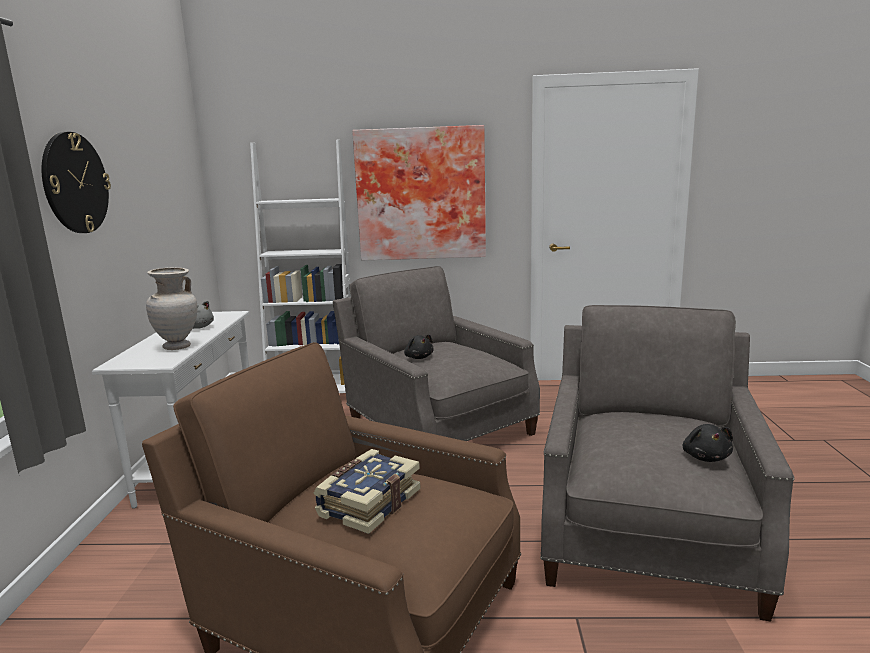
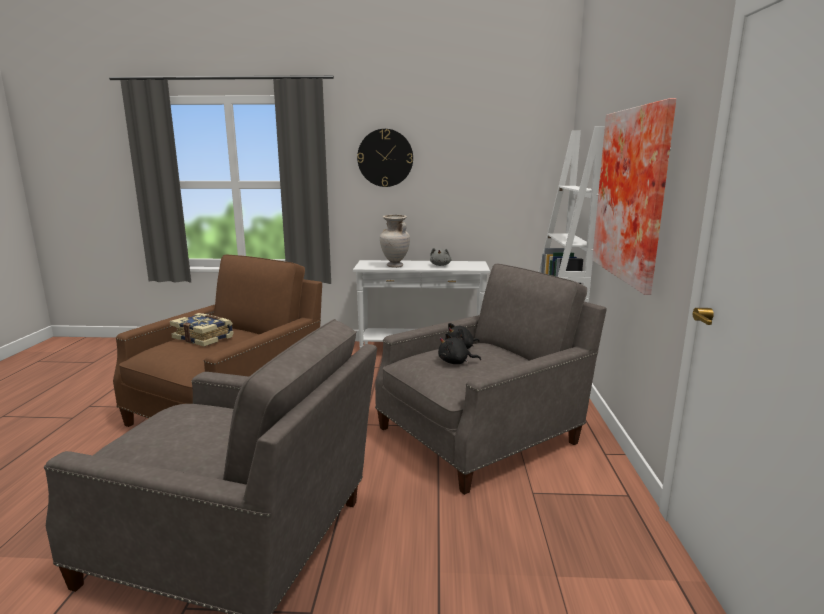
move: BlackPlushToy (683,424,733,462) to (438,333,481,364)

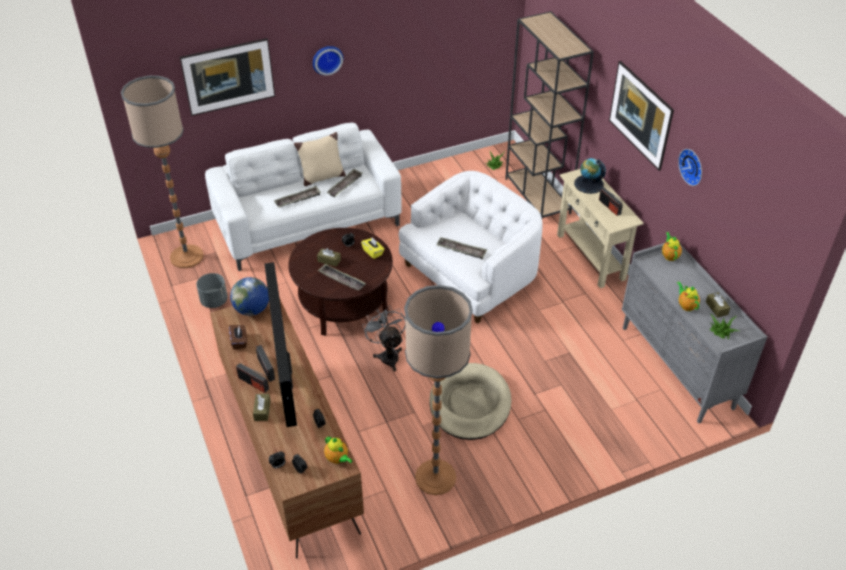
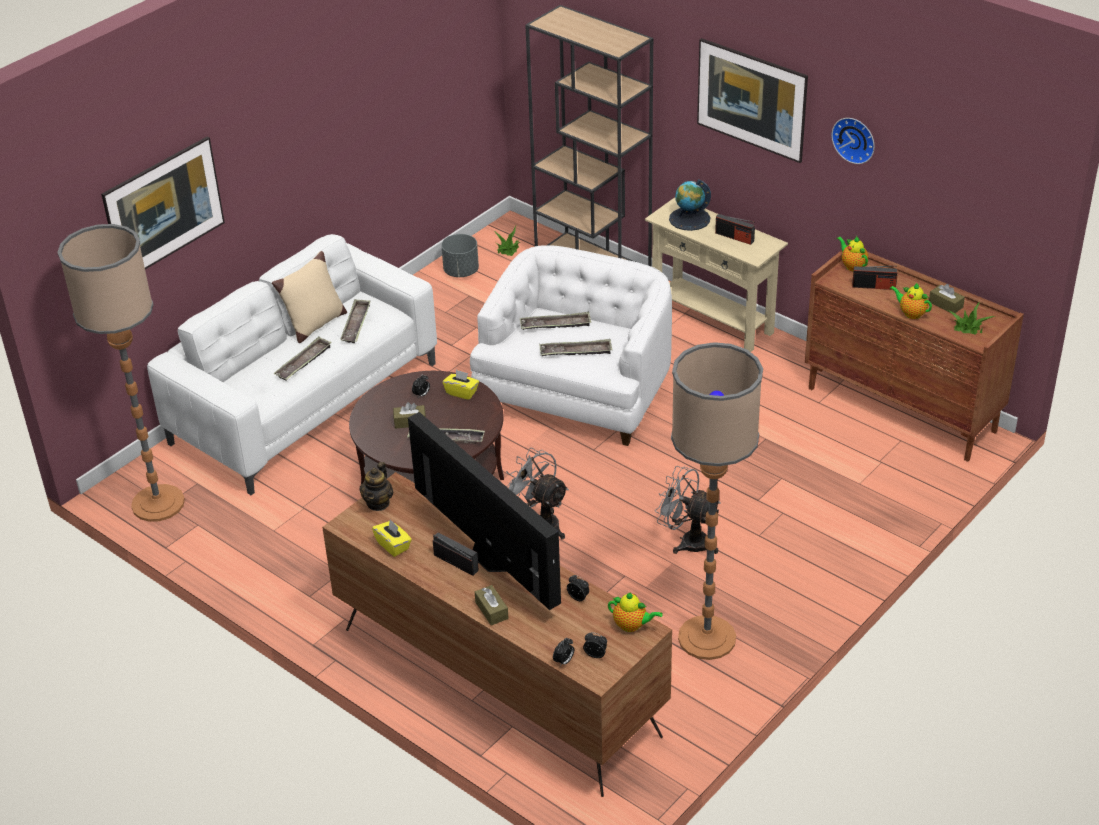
delete: WallClock (313,46,343,75)
insert: ServingTray (520,312,591,330)
move: GreyishPlanter (196,273,228,308) to (441,234,479,277); Radio (236,363,269,393) to (852,265,898,290)
replace: DeskGlobe (230,277,269,316) to Teapot (359,462,393,511); BeigeColouredPetBed (429,363,511,440) to GreyishElectricFan (655,466,721,554)
recolor: GreyishCabinet (622,243,768,424) to BrownishCabinet (805,245,1024,462); BrownishTissueHolder (229,325,247,350) to YellowishTissueHolder (372,519,412,557)

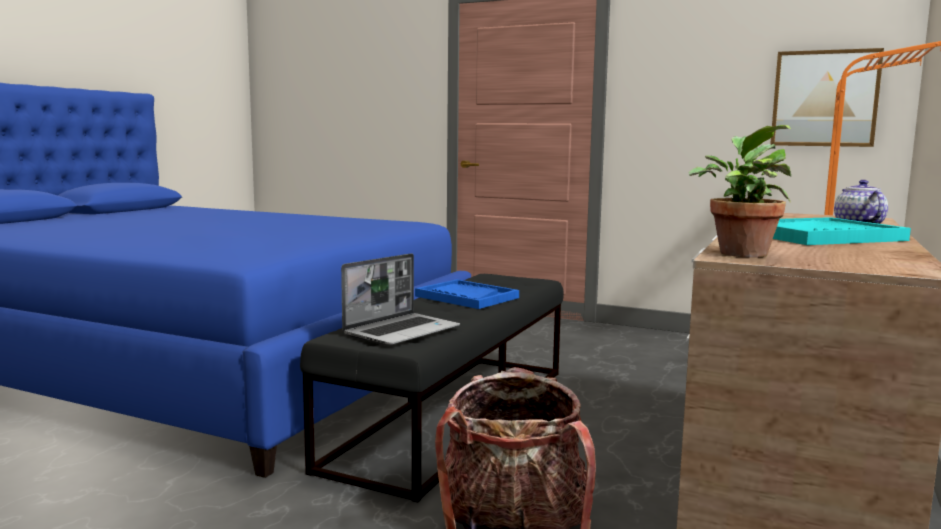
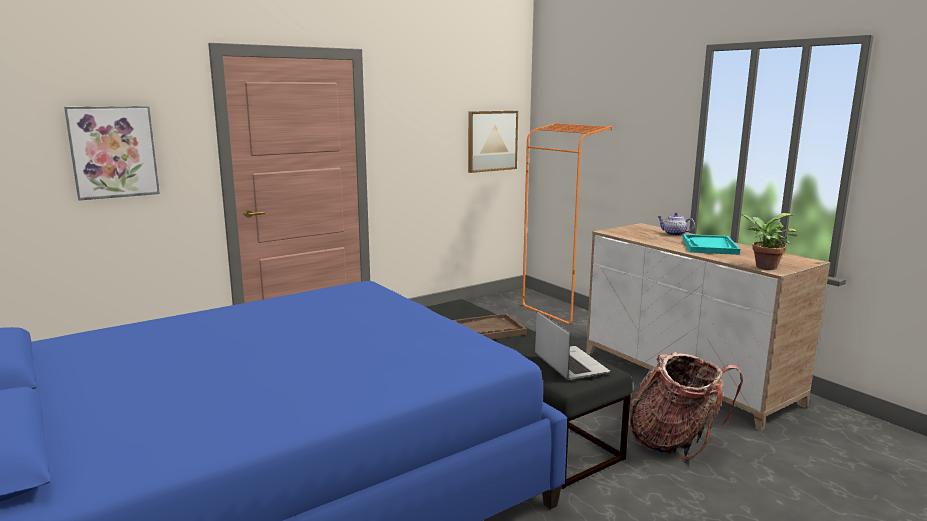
insert: Picture (64,106,160,200)
recolor: BluishServingTray (415,279,519,309) to BrownishServingTray (453,313,527,339)

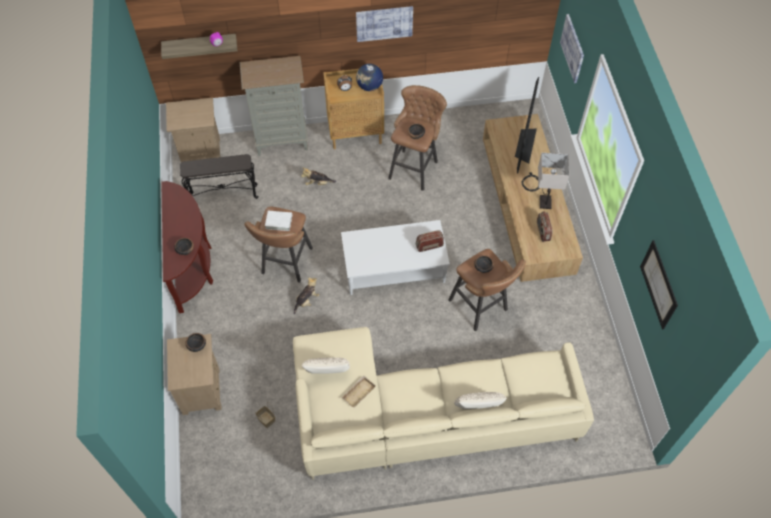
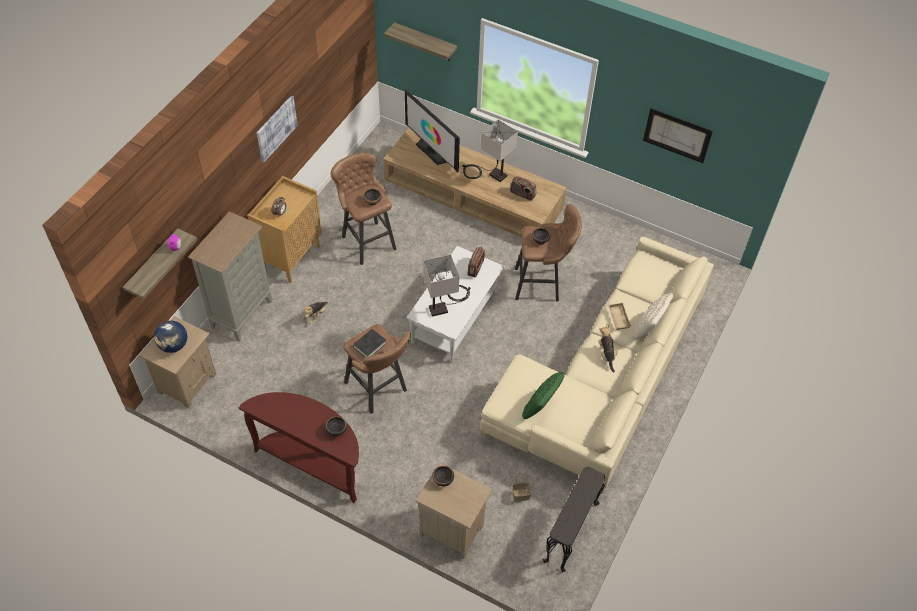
insert: TabletopLamp (423,255,471,316)
move: DeskGlobe (356,64,383,91) to (154,321,187,353); BlackEndTable (180,154,259,199) to (543,467,606,572); PlushToy (294,277,320,314) to (598,324,618,372); BeigeColouredServingTray (342,376,376,408) to (608,303,631,330)
replace: Picture (560,14,584,83) to BracketShelf (384,22,457,60)
recolor: WhiteVolume (265,211,292,231) to BlackVolume (353,329,387,357); BeigeColouredCushion (301,358,350,374) to GreenishCushion (522,372,565,419)

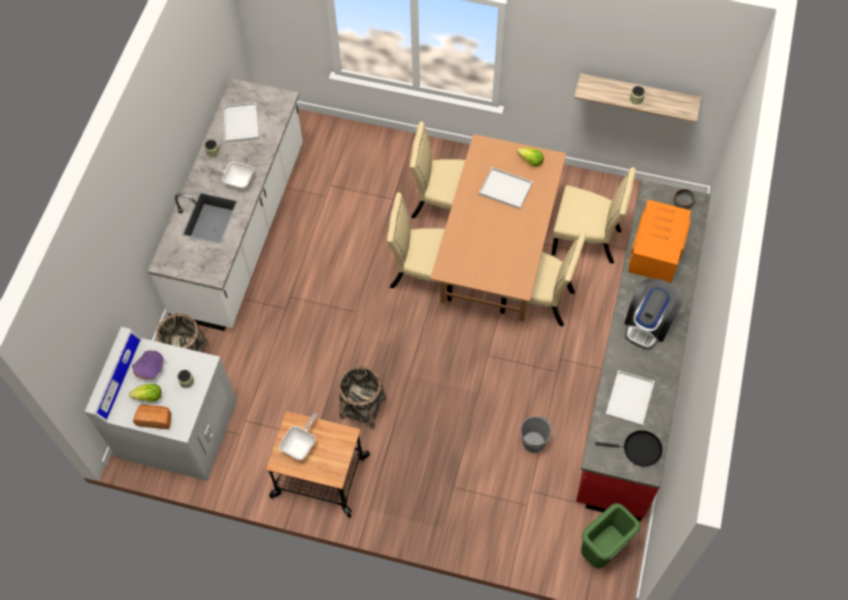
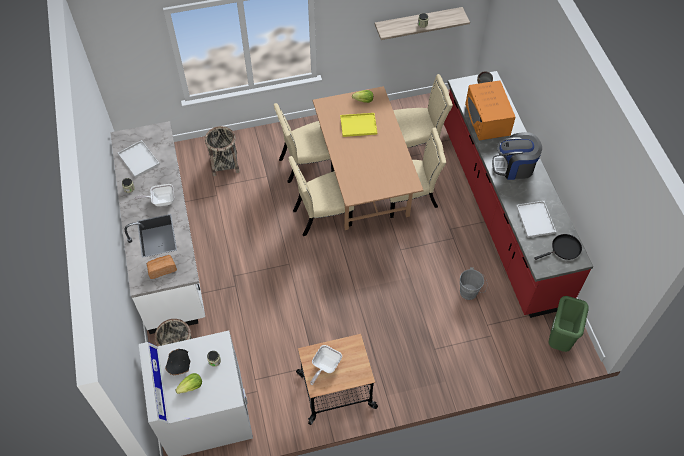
move: StorageBasket (338,366,386,429) to (205,126,240,176); Bread (133,405,171,429) to (147,255,177,279)
recolor: WhiteServingTray (479,167,533,209) to YellowishServingTray (340,113,377,137); PurpleColouredDeepDish (132,350,164,380) to BlackDeepDish (165,349,190,375)
rotate: CoffeeMaker (624,278,683,350) = (492,132,542,180) 90 degrees clockwise; Pan (279,413,318,460) = (310,345,342,385) 150 degrees counterclockwise

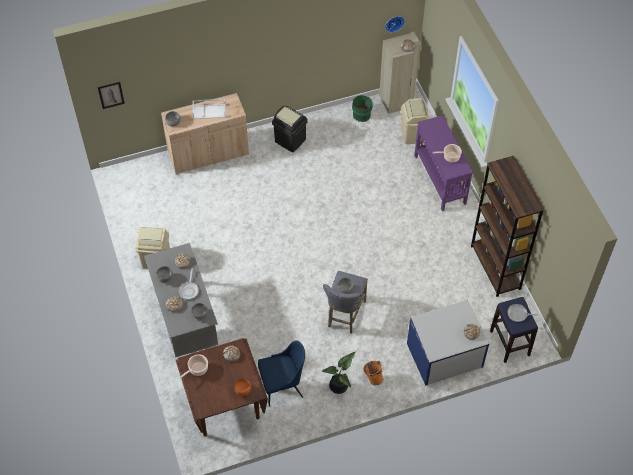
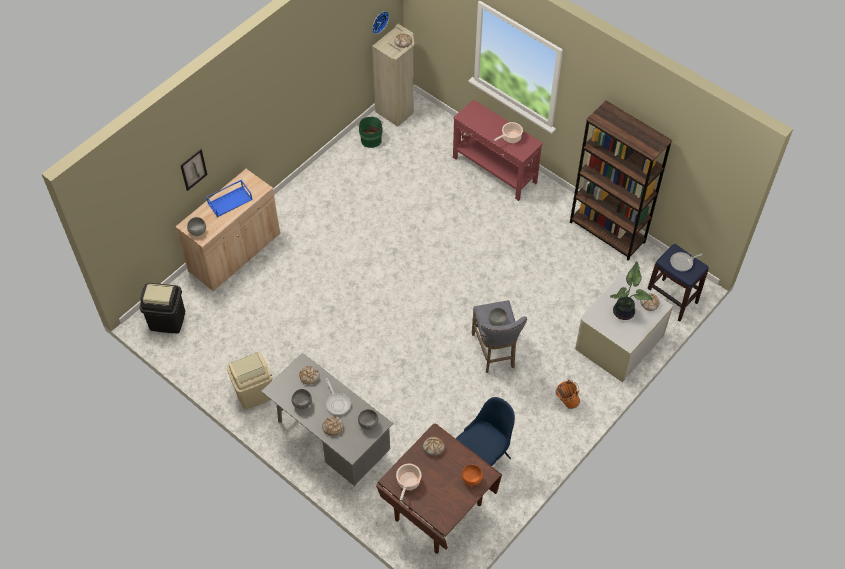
delete: BeigeColouredWasteBin (401,98,430,144)
move: Picture (98,82,125,109) to (180,149,207,191); BlackWasteBin (272,106,308,152) to (140,283,185,333); PlantInAPot (322,352,355,394) to (610,261,653,320)
recolor: WhiteServingTray (193,99,226,119) to BluishServingTray (206,180,252,217); PurpleColouredHallTable (414,115,473,211) to RedHallTable (453,99,543,201); BluishBedsideTable (407,300,489,386) to BeigeColouredBedsideTable (575,274,673,383)

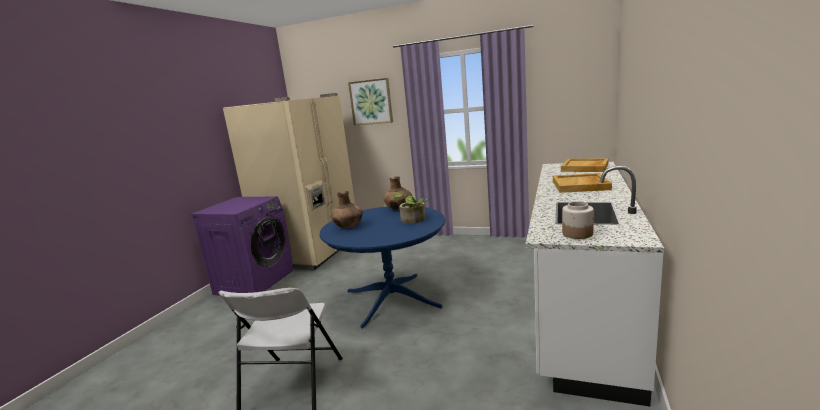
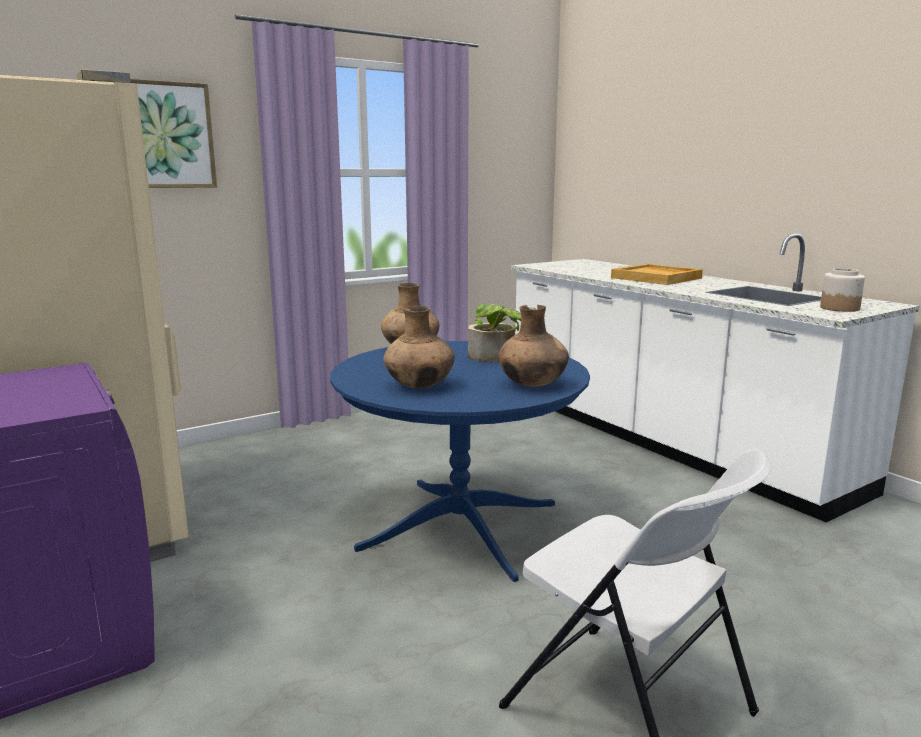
delete: BeigeColouredServingTray (561,158,609,172)
insert: BrownishDecorativeVase (498,305,569,387)

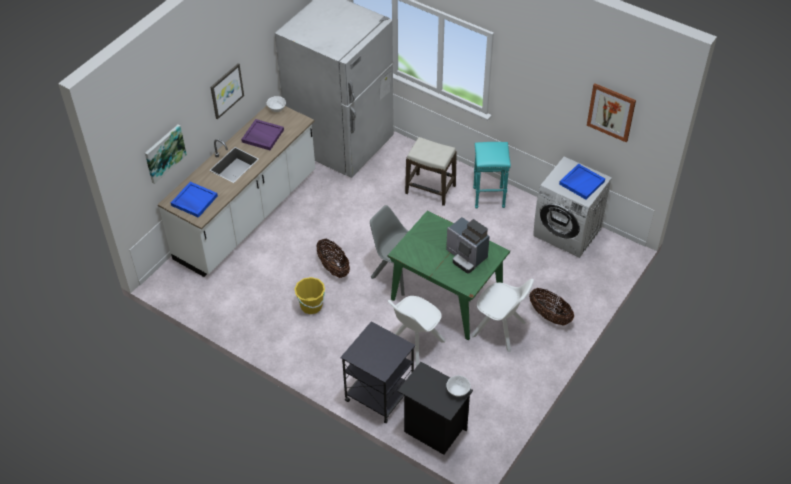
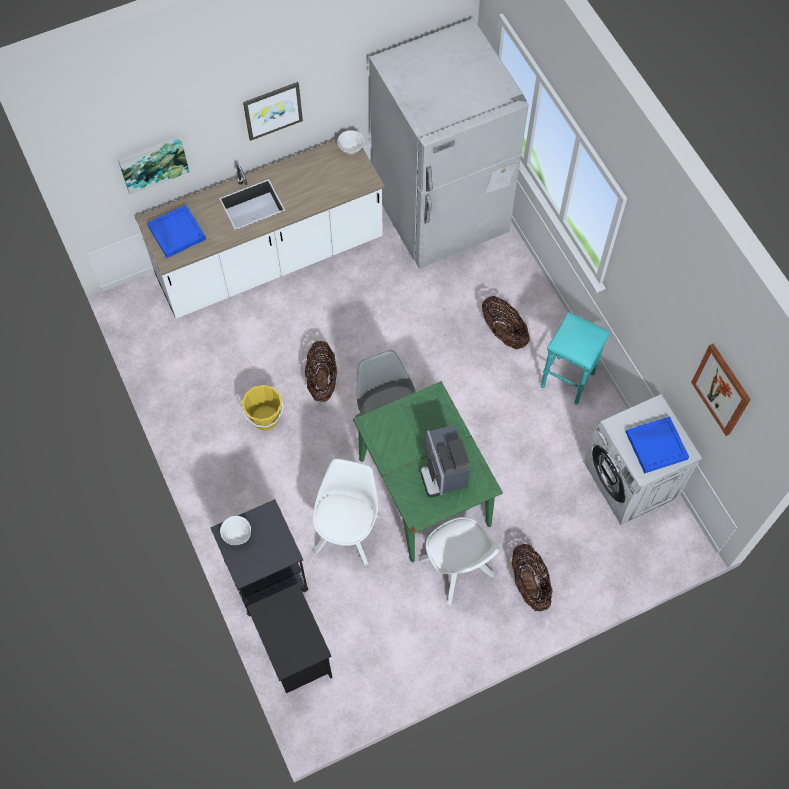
delete: PurpleColouredServingTray (241,119,284,150)
move: WhiteDeepDish (446,375,471,397) to (220,516,251,545)
replace: Stool (405,137,457,206) to StorageBasket (482,296,530,349)
rotate: WhiteUprightChair (388,296,445,367) = (313,459,381,566) 120 degrees clockwise

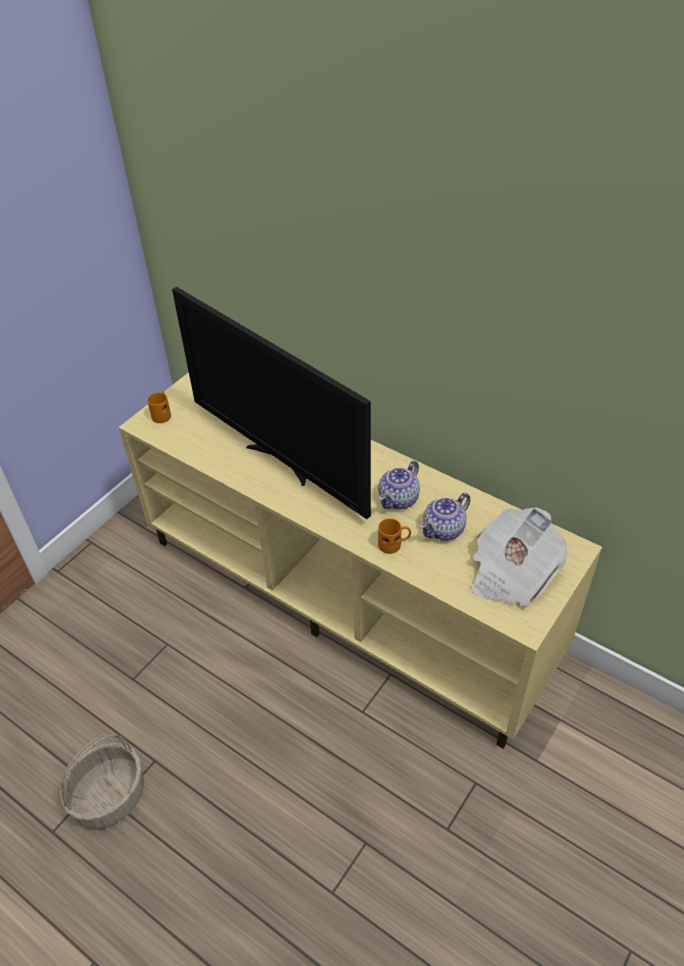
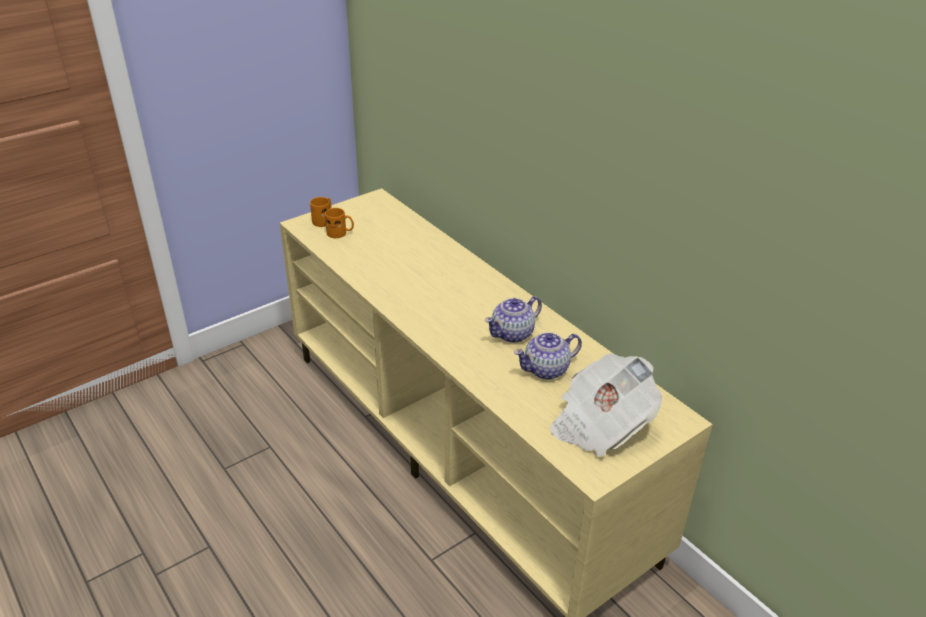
delete: Tv (172,287,371,519); StorageBasket (60,734,144,829)
move: OrangeyCoffeeMug (378,518,411,554) to (325,208,354,238)

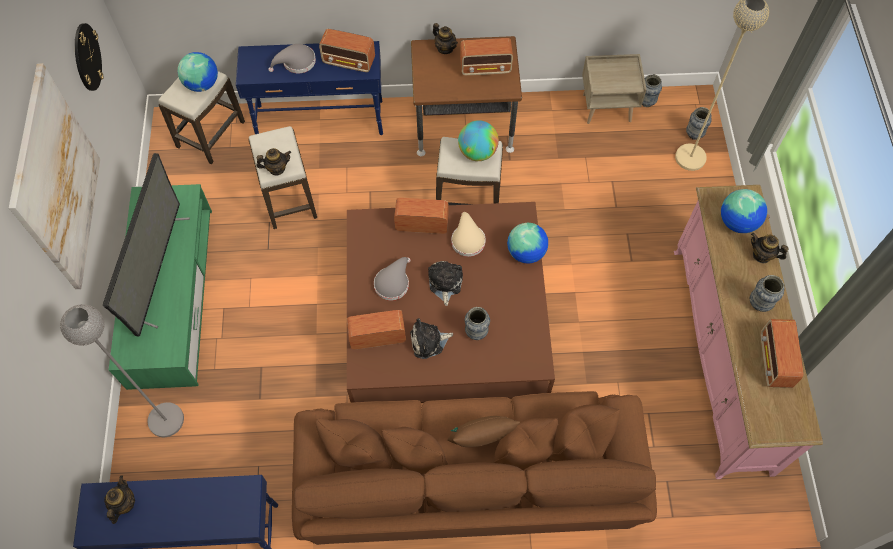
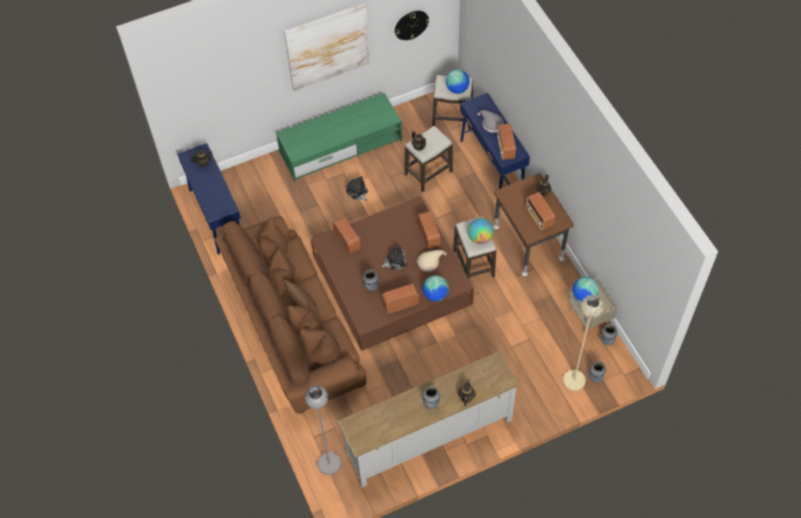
delete: Tv (103,153,190,337); GreyishClothingHat (374,257,411,301)
move: DeskGlobe (721,189,767,233) to (572,277,599,302); GreyishFloorLamp (60,304,184,437) to (305,385,341,475); PlushToy (410,318,453,359) to (346,176,368,201); Radio (760,319,803,388) to (382,284,419,314)
recolor: PinkishCabinet (674,185,823,479) to GreyishCabinet (337,351,520,487)

